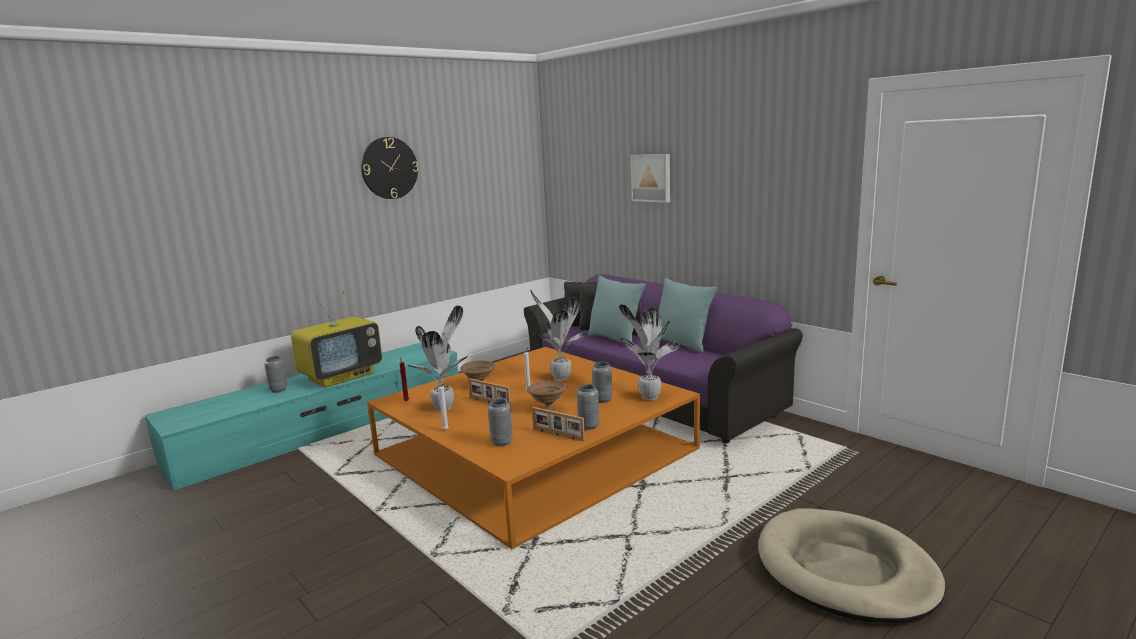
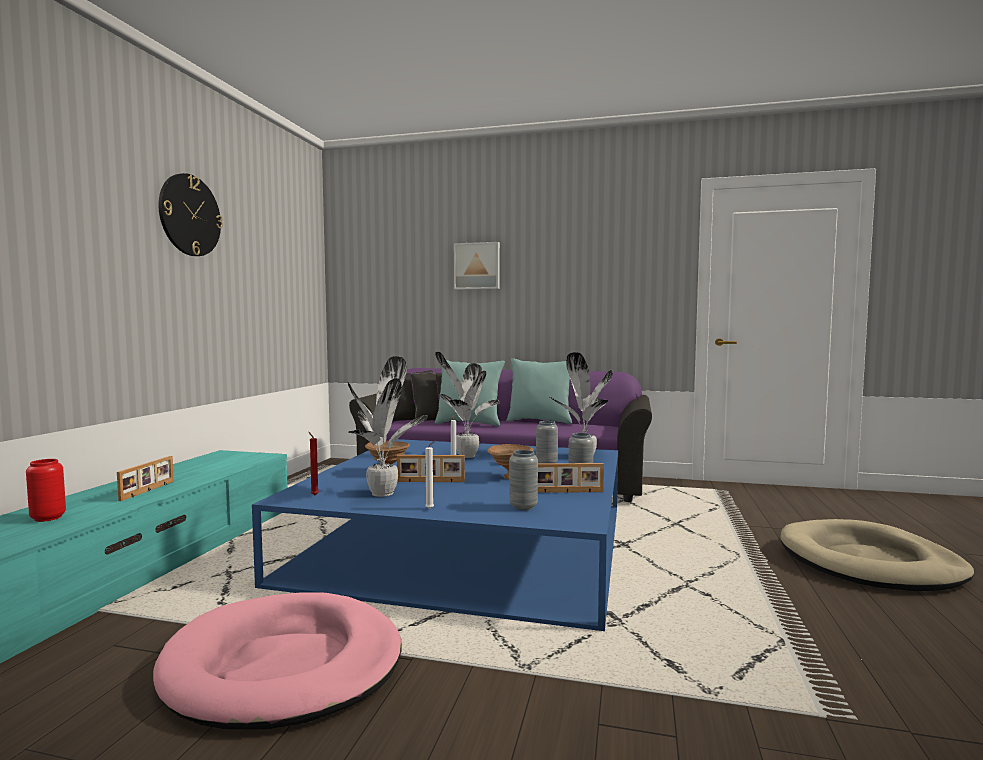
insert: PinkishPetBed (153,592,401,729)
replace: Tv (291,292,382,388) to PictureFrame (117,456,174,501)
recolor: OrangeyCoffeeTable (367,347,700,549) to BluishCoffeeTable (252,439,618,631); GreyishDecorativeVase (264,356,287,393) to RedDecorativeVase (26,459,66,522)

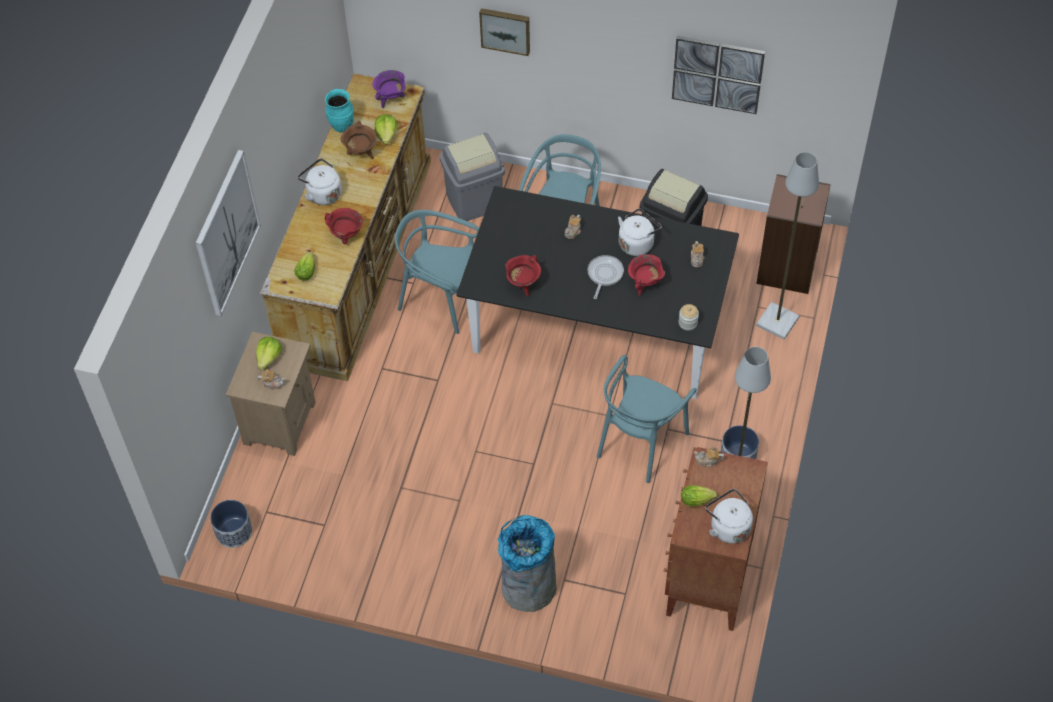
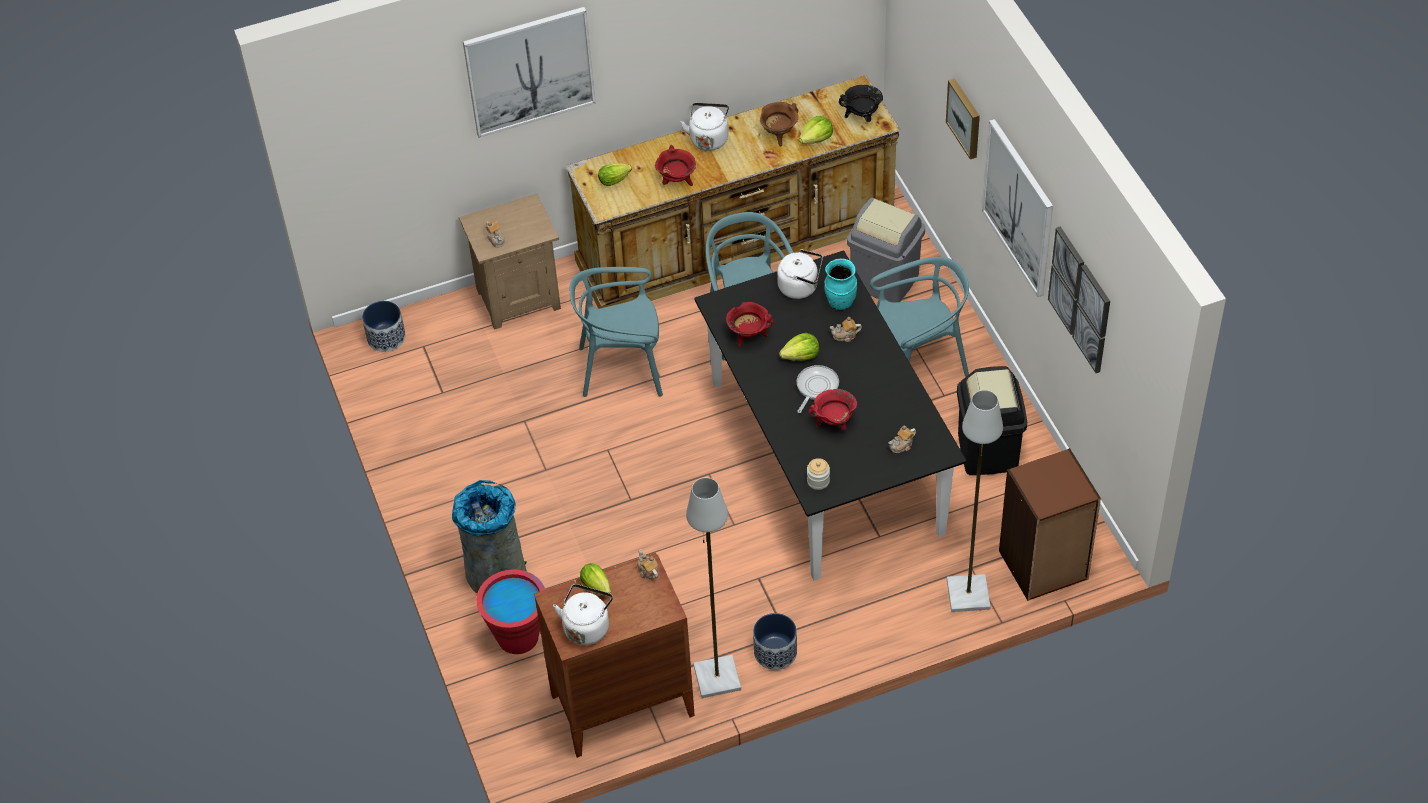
insert: Picture (982,119,1053,297); RedPail (476,569,545,654)
move: TurquoiseColouredDecorativeVase (325,89,354,132) to (824,258,857,310); WhiteWaterKettle (618,208,662,256) to (777,249,823,299); Lettuce (256,337,282,370) to (779,333,819,361); TurquoiseColouredUprightChair (597,355,697,483) to (570,267,663,397)
recolor: PurpleColouredCookingPot (372,70,406,108) to BlackCookingPot (839,85,883,122)
rotate: Pan (588,255,624,299) = (797,365,839,413) 45 degrees counterclockwise

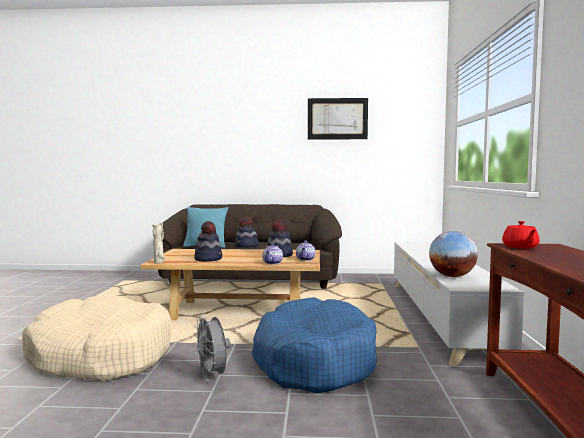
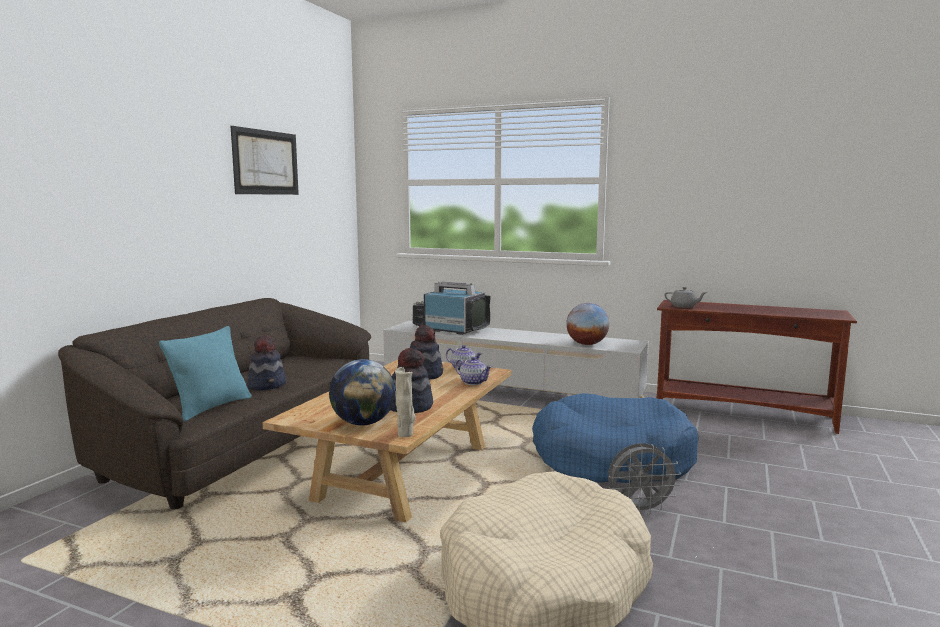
insert: Tv (412,281,491,335); DeskGlobe (329,359,396,425)
recolor: RedTeapot (502,221,540,249) to GreyishTeapot (664,287,708,308)

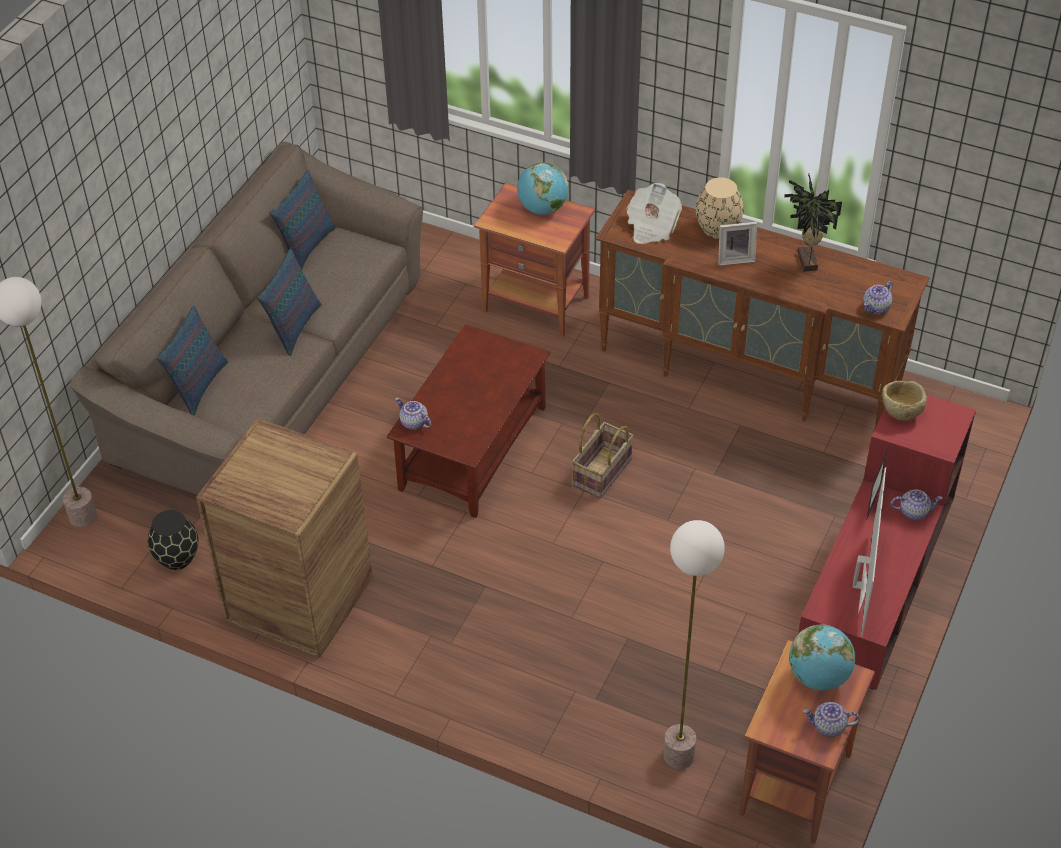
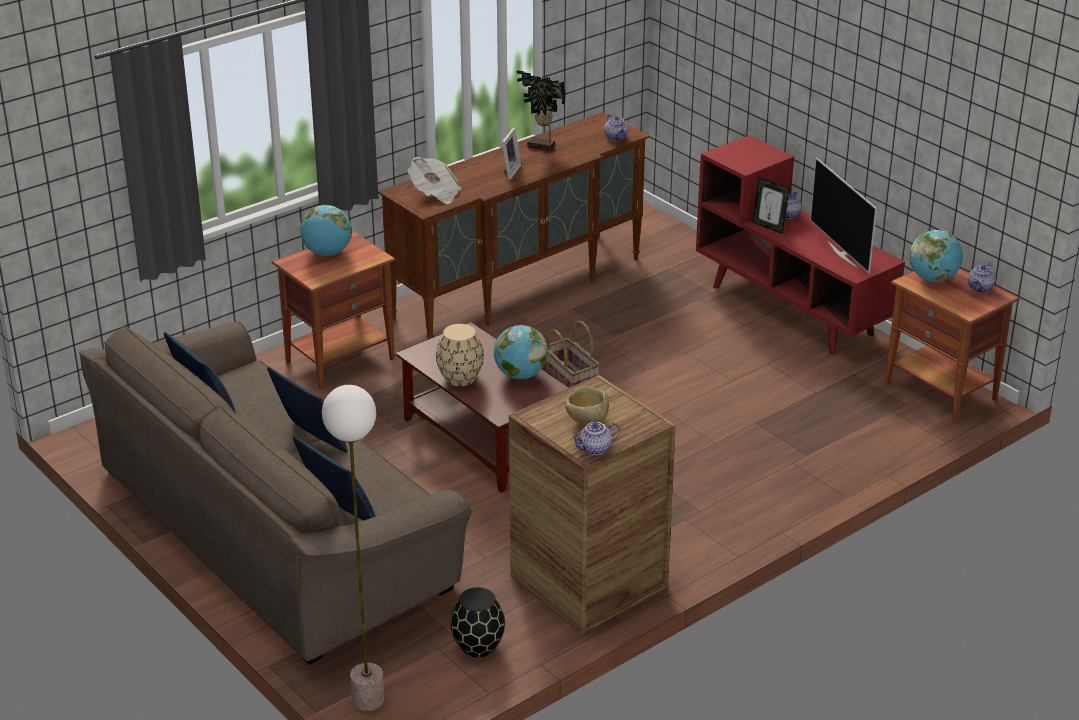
delete: FloorLamp (663,520,725,769)
insert: DeskGlobe (494,325,548,379)
move: BeigeColouredDecorativeVase (695,177,744,239) to (436,324,484,386); BeigeColouredDeepDish (882,381,927,421) to (565,386,609,426); Teapot (395,397,431,430) to (570,422,620,455)
rotate: Tv (852,467,886,637) = (810,157,877,273) 150 degrees counterclockwise

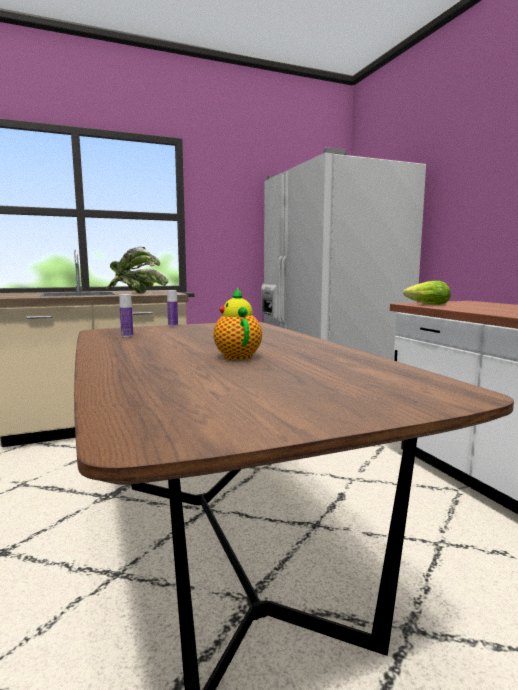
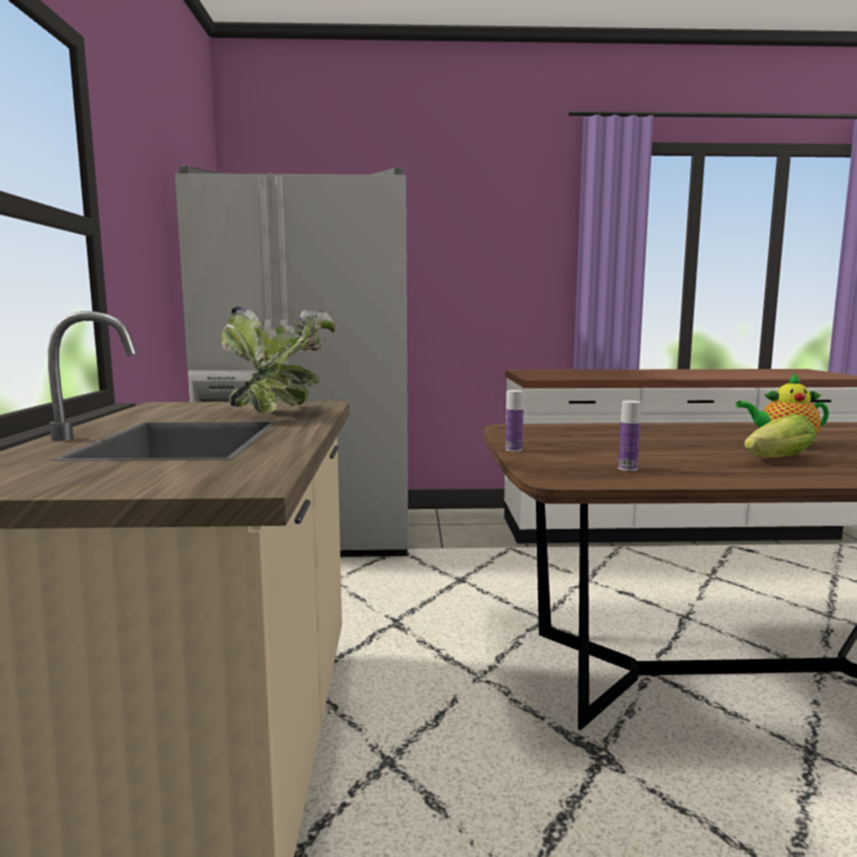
move: Lettuce (403,281,451,305) to (744,414,816,458)

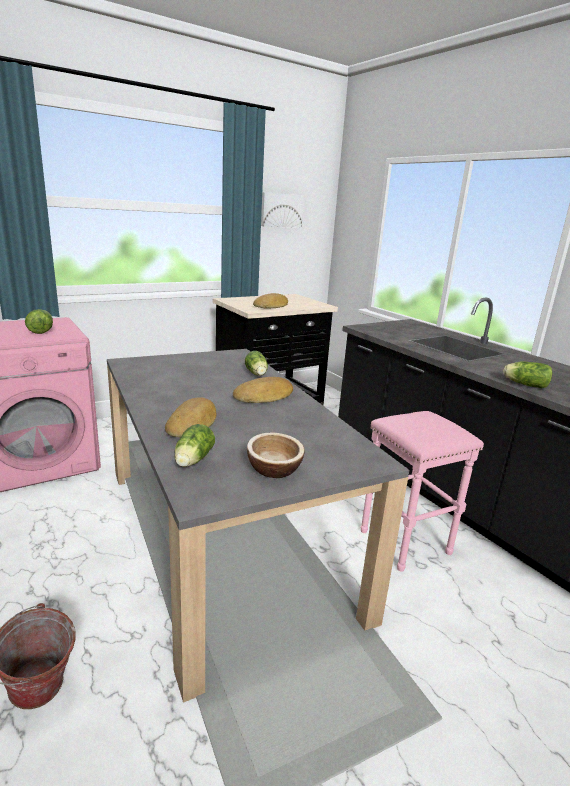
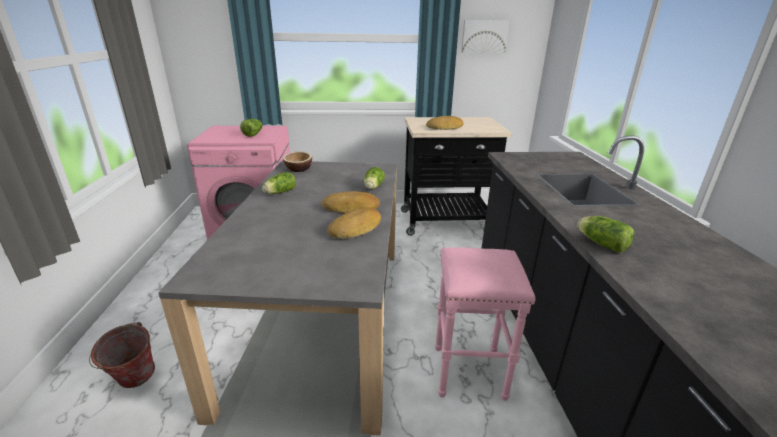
move: Bread (165,397,216,437) to (327,207,381,239); Lettuce (175,424,215,467) to (262,172,296,194); DeepDish (247,433,305,478) to (283,151,312,172)

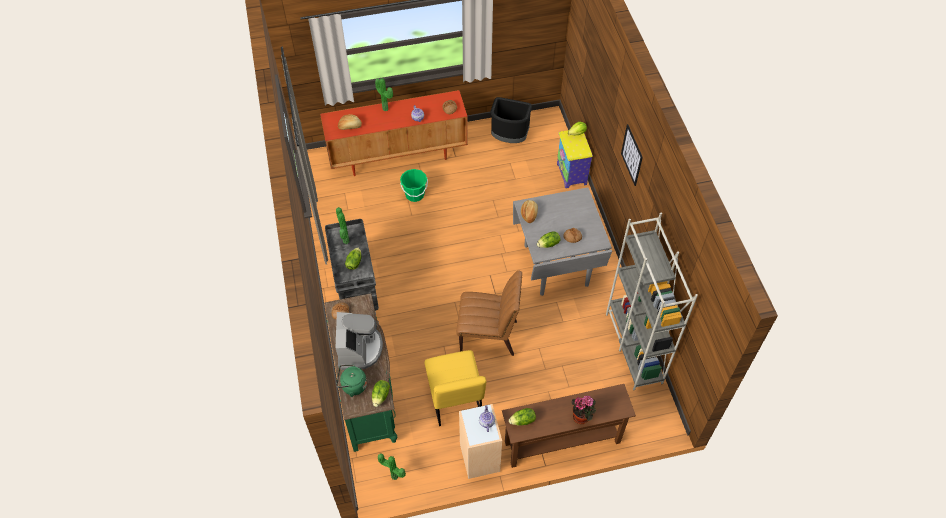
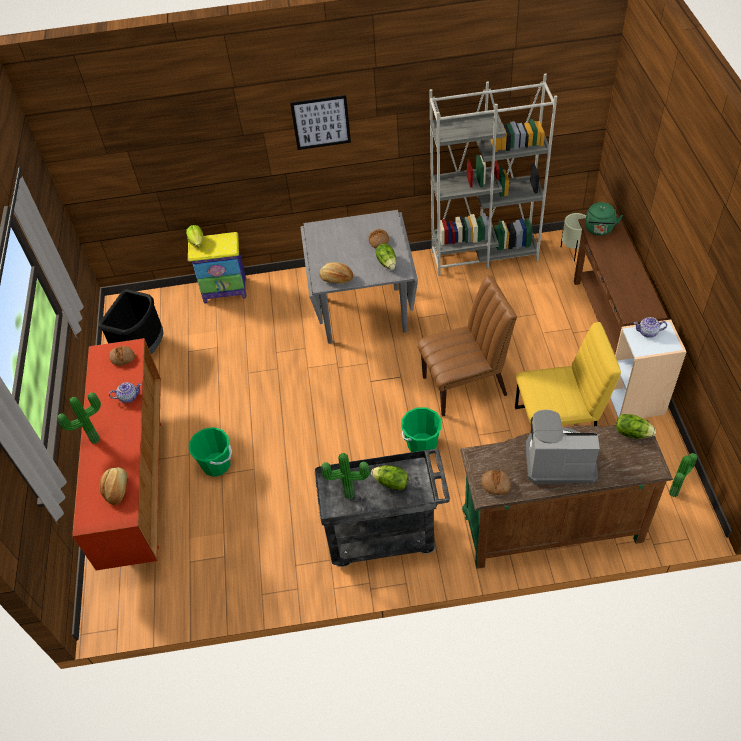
delete: PlantInAPot (571,396,596,424); Lettuce (509,408,536,426)
insert: BeigeColouredPlanter (561,213,586,261); GreenishPail (401,408,442,455)
move: GreenishWaterKettle (336,365,367,397) to (585,202,623,236)
rotate: BrownishUprightChair (456,270,522,356) = (418,275,517,417) 60 degrees clockwise

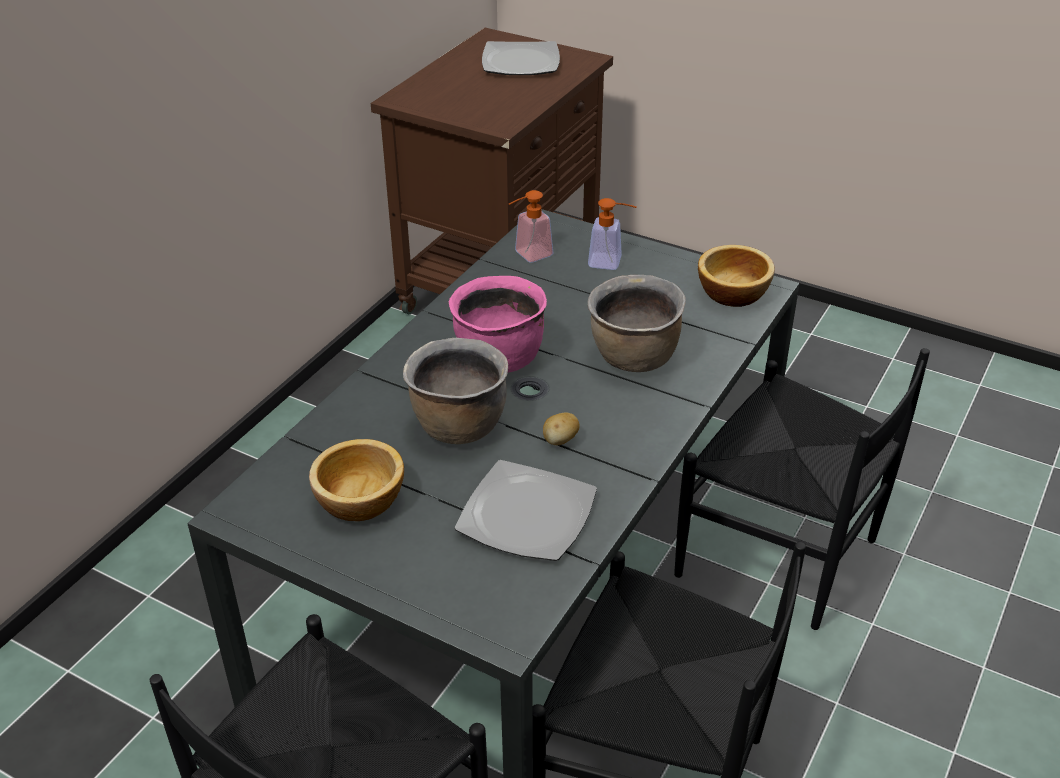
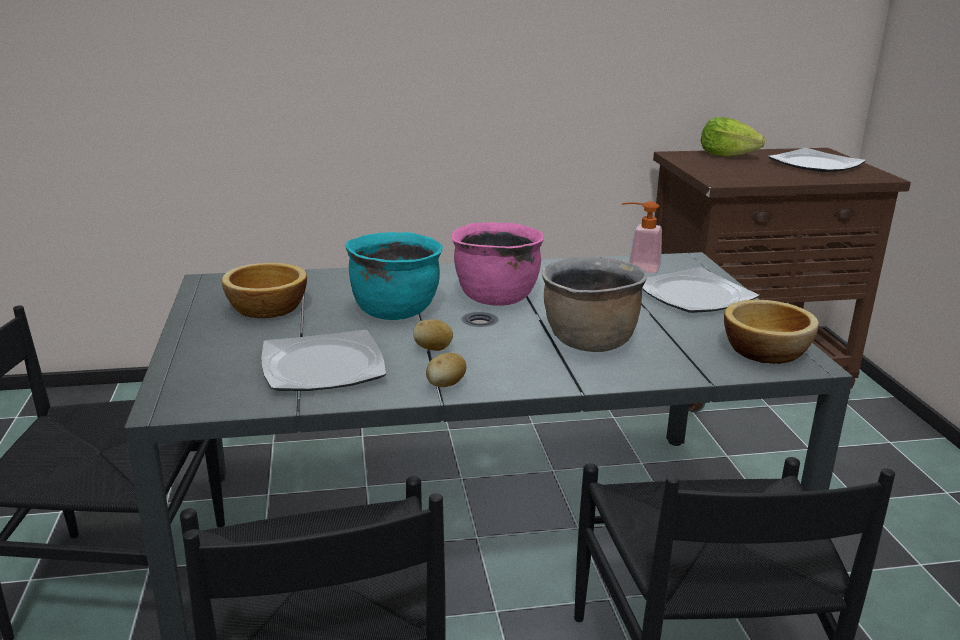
insert: Lettuce (701,117,765,157); Spud (426,353,467,387)
replace: LiquidSoapBottle (588,198,637,270) to FlatDish (642,267,759,313)
recolor: BrownishCookingPot (403,338,508,444) to TurquoiseColouredCookingPot (345,232,443,320)

